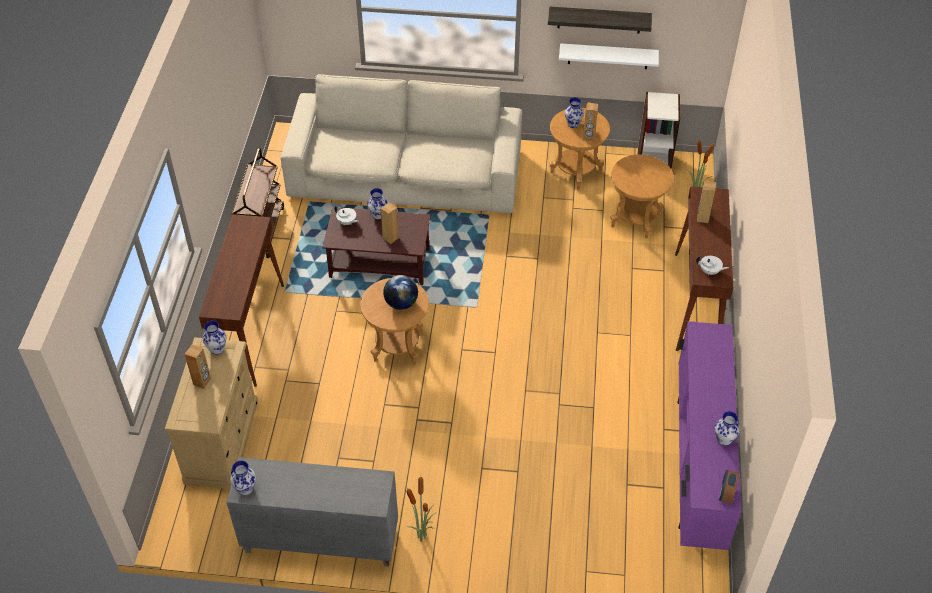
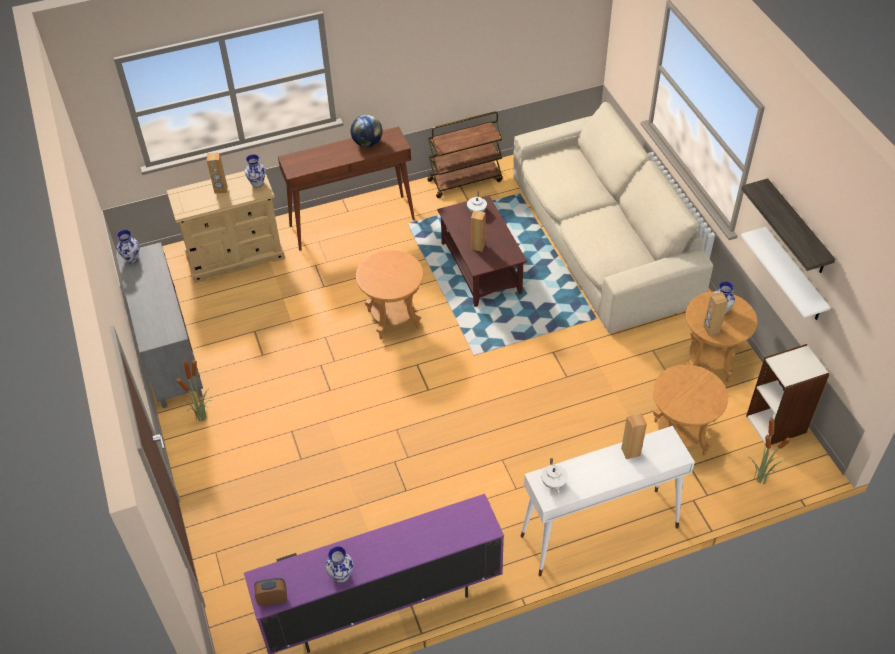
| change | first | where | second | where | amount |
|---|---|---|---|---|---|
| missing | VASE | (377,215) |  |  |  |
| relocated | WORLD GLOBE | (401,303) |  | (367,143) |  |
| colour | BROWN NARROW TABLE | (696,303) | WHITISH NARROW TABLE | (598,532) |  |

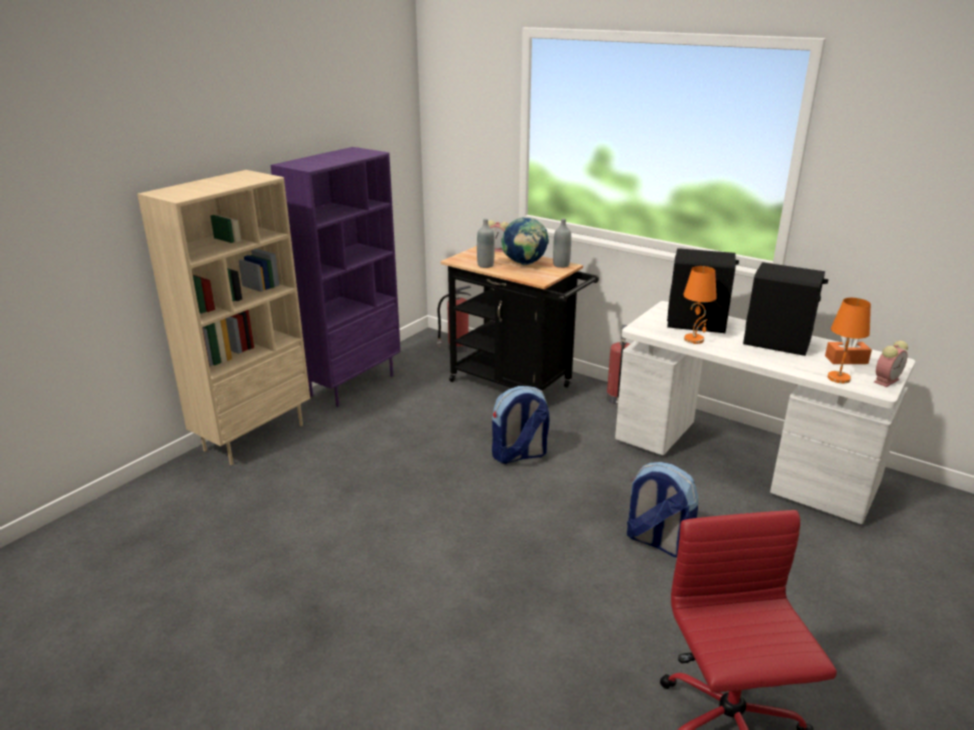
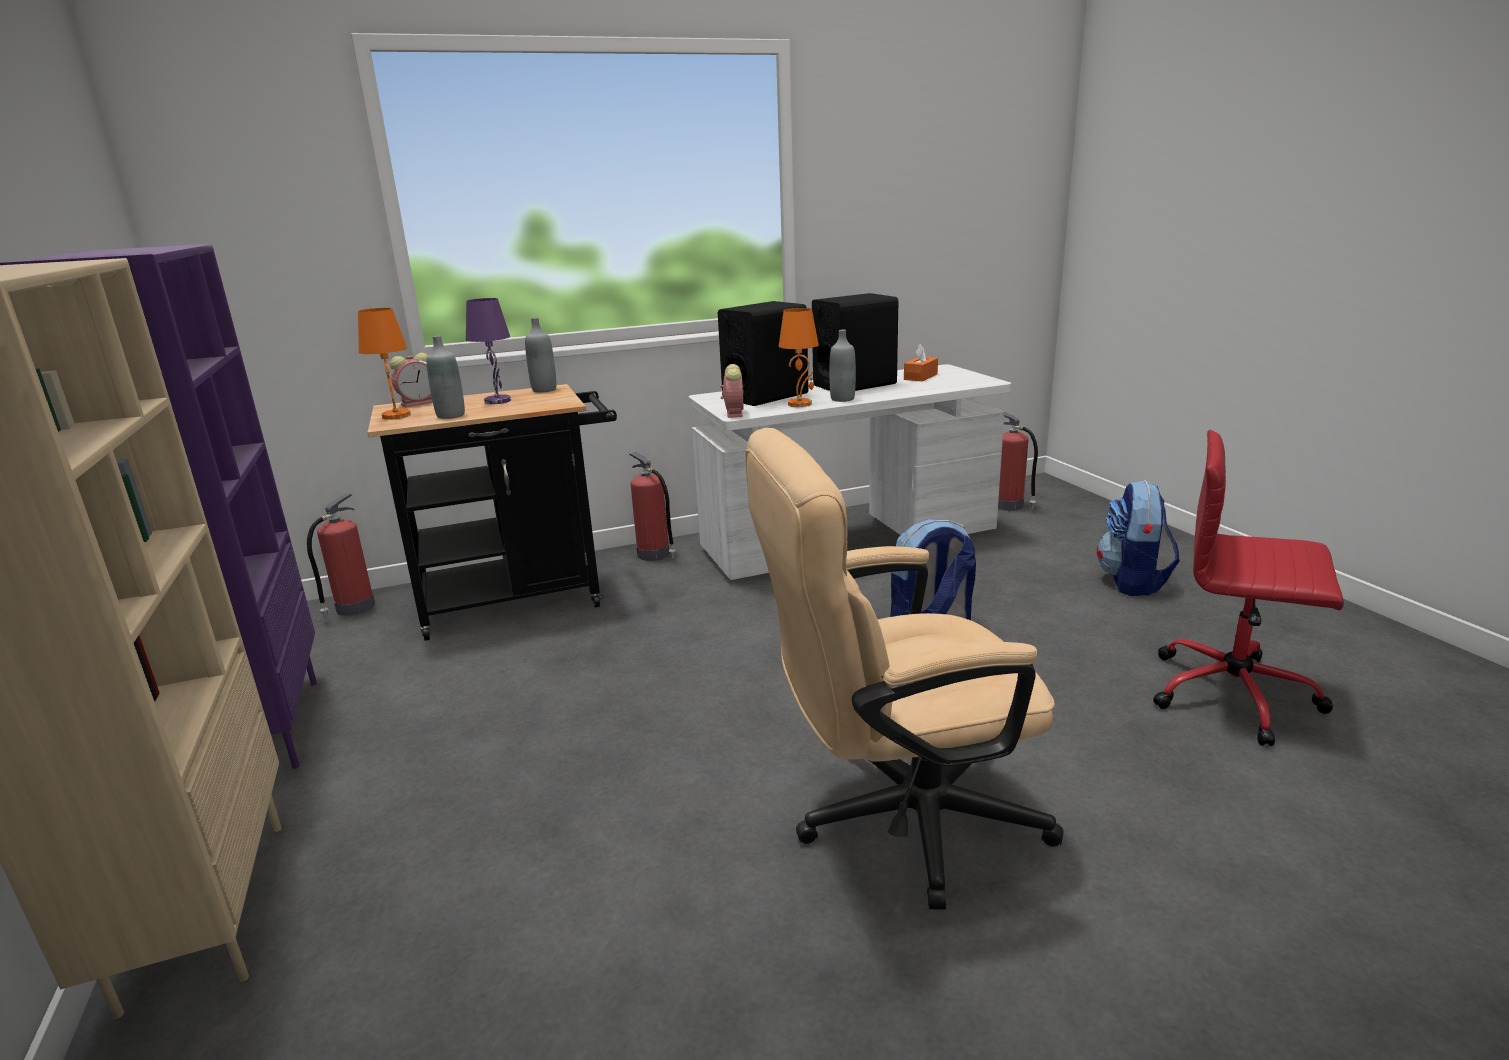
| change | first | where | second | where | amount |
|---|---|---|---|---|---|
| appeared |  |  | SAND-COLOURED COMPUTER CHAIR | (897,819) |  |
| appeared |  |  | GREYISH BOTTLE | (842,399) |  |
| appeared |  |  | FIRE-FIGHTING CYLINDER | (1009,506) |  |
| relocated | RUCKSACK | (519,455) |  | (1133,582) |  |
| relocated | ORANGEY LAMP FOR A TABLE | (838,378) |  | (395,416) |  |
| relocated | ALARM CLOCK | (886,380) |  | (734,413) |  |
| exchanged | WORLD GLOBE | (524,264) | PURPLISH LAMP FOR A TABLE | (498,401) |  |

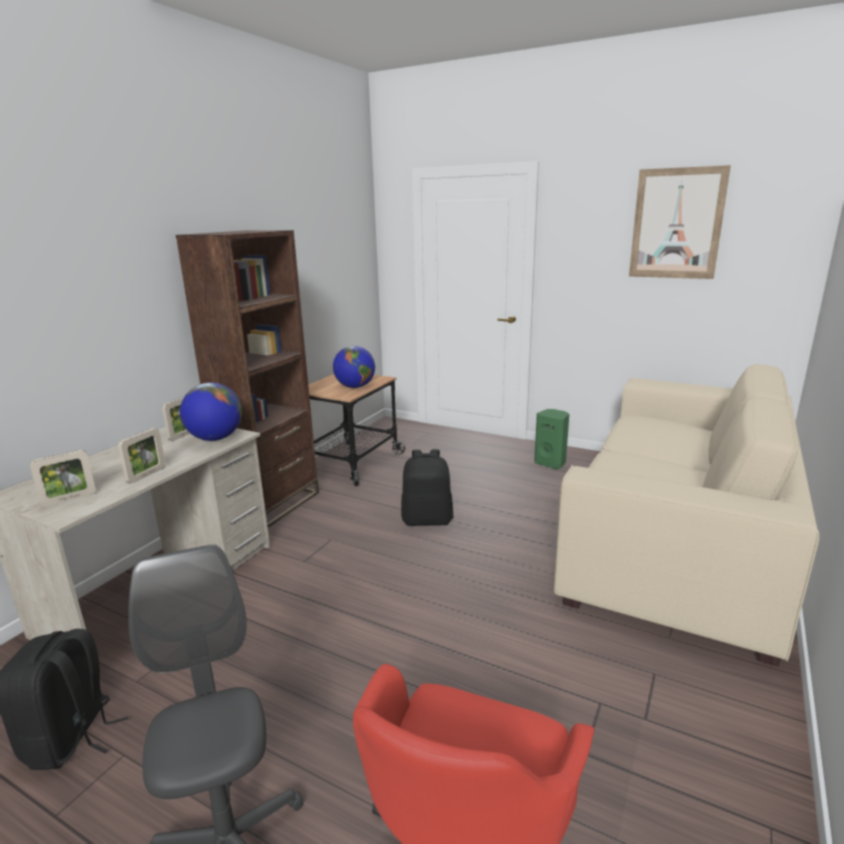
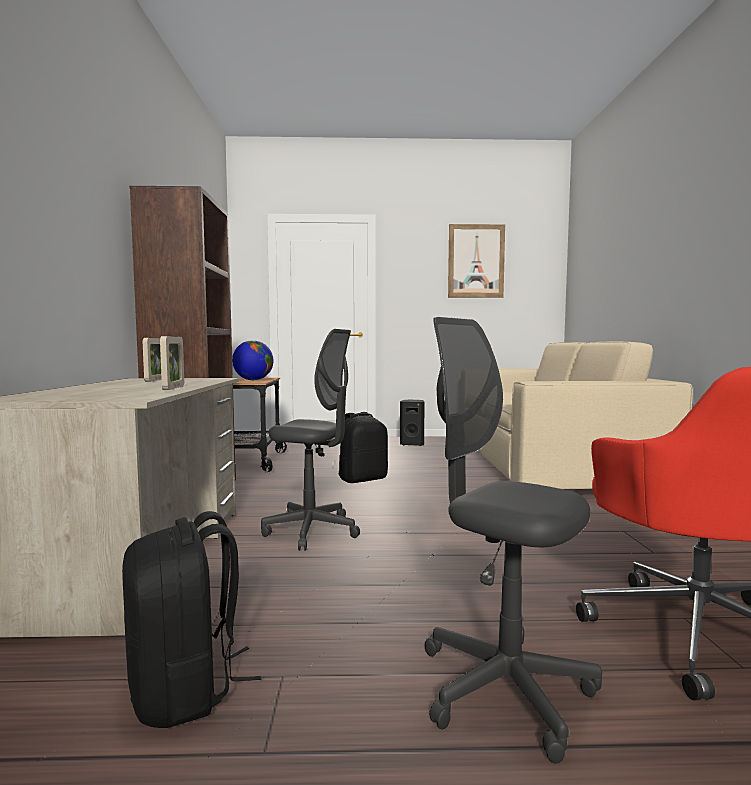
| change | first | where | second | where | amount |
|---|---|---|---|---|---|
| missing | PHOTO FRAME | (69,499) |  |  |  |
| missing | WORLD GLOBE | (215,438) |  |  |  |
| appeared |  |  | GREYISH COMPUTER CHAIR | (312,531) |  |
| colour | GREENISH AUDIO SPEAKER | (551,463) | BLACK-COLOURED AUDIO SPEAKER | (412,444) |  |

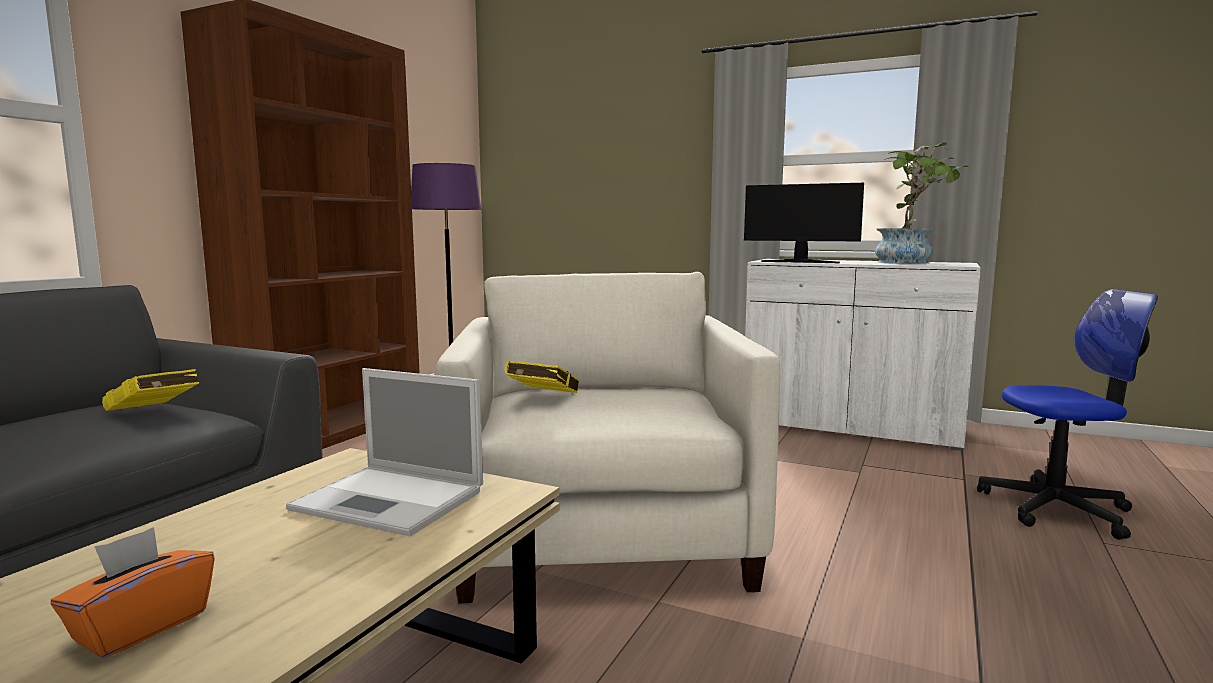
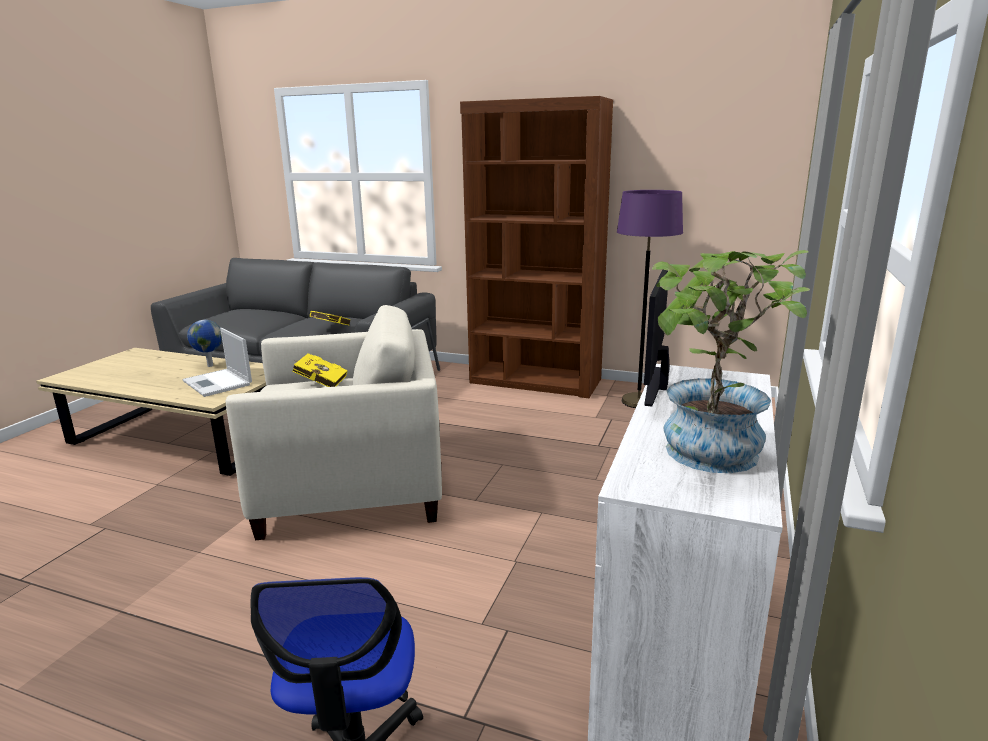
| change | first | where | second | where | amount |
|---|---|---|---|---|---|
| missing | ORANGEY TISSUE BOX | (141,627) |  |  |  |
| appeared |  |  | WORLD GLOBE | (209,366) |  |
| spun | NOTEBOOK COMPUTER | (392,500) |  | (218,383) | 60 degrees counterclockwise |

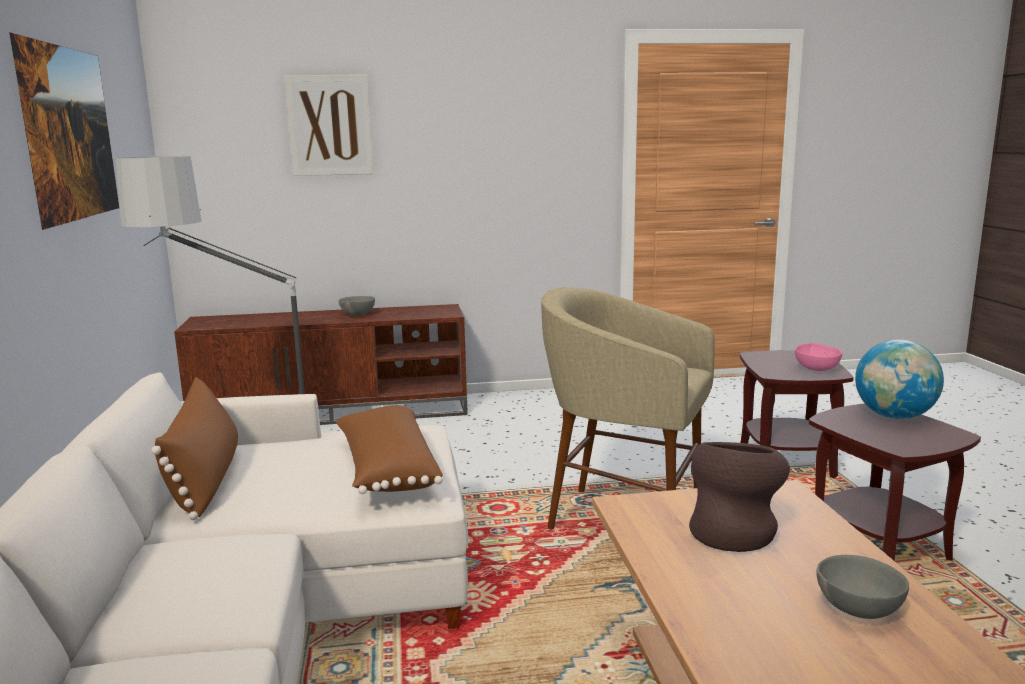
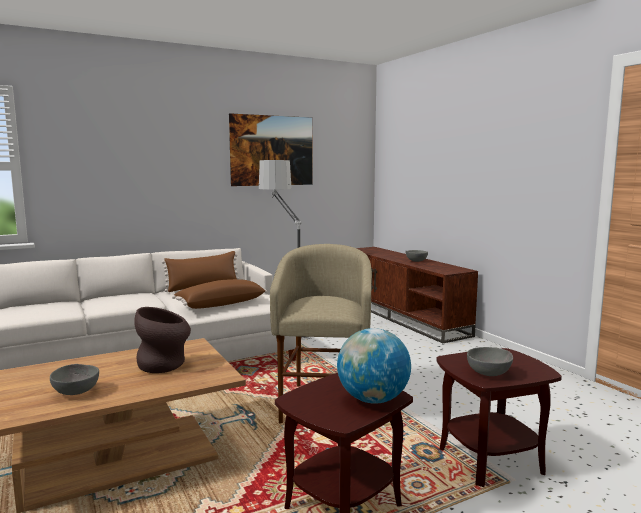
| change | first | where | second | where | amount |
|---|---|---|---|---|---|
| missing | PICTURE | (330,125) |  |  |  |
| colour | PINKISH BOWL | (817,369) | GREYISH BOWL | (490,374) |  |

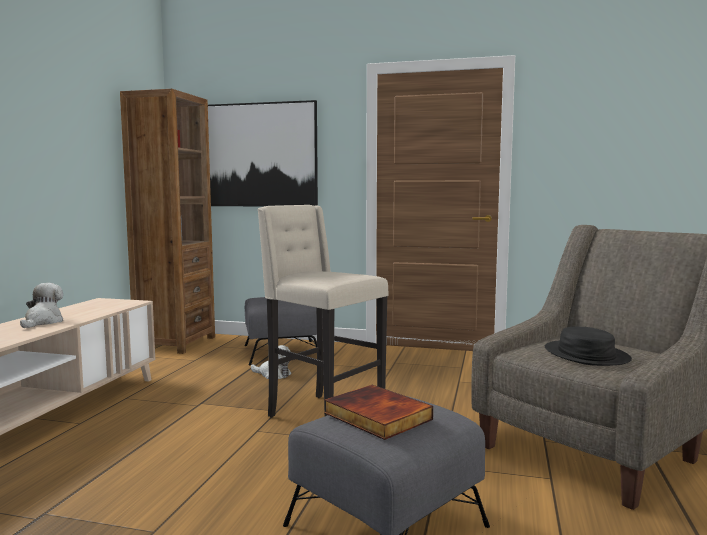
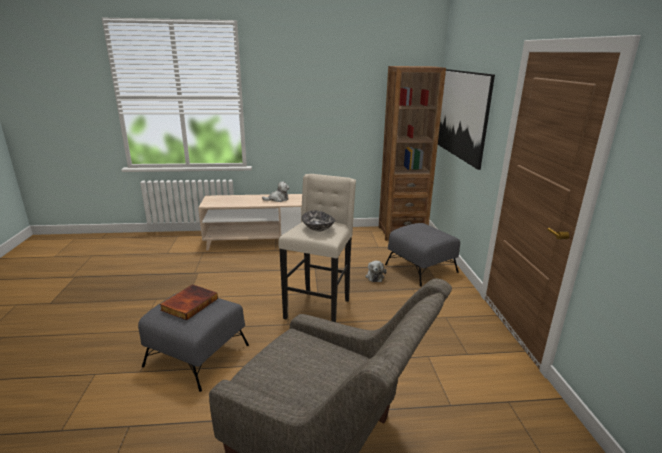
| change | first | where | second | where | amount |
|---|---|---|---|---|---|
| missing | BLACK-COLOURED HAT | (586,355) |  |  |  |
| appeared |  |  | BOWL | (318,228) |  |

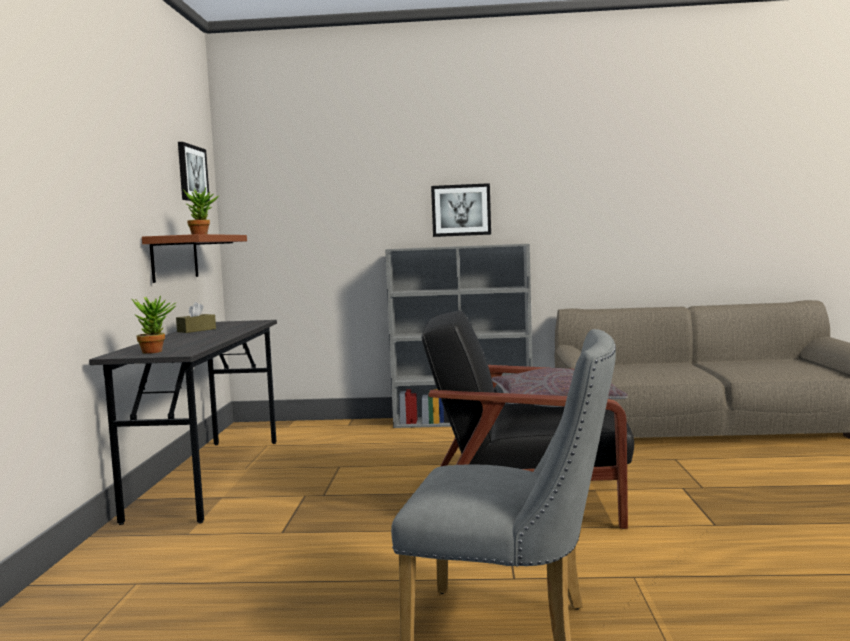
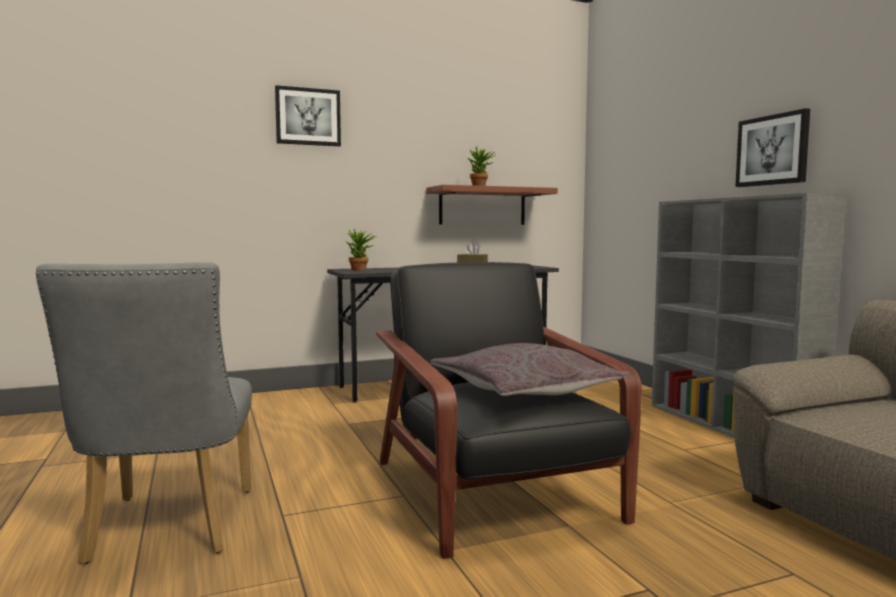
| change | first | where | second | where | amount |
|---|---|---|---|---|---|
| relocated | PICTURE | (192,173) |  | (308,117) |  |

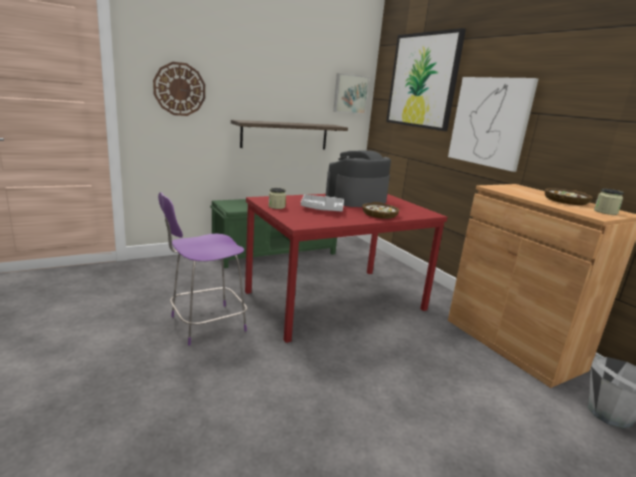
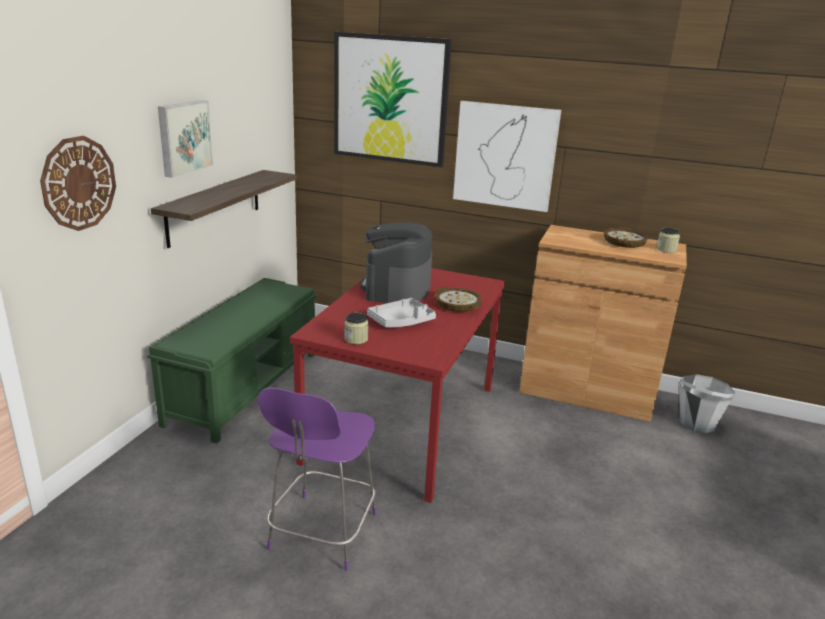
| change | first | where | second | where | amount |
|---|---|---|---|---|---|
| relocated | PICTURE | (350,94) |  | (183,137) |  |

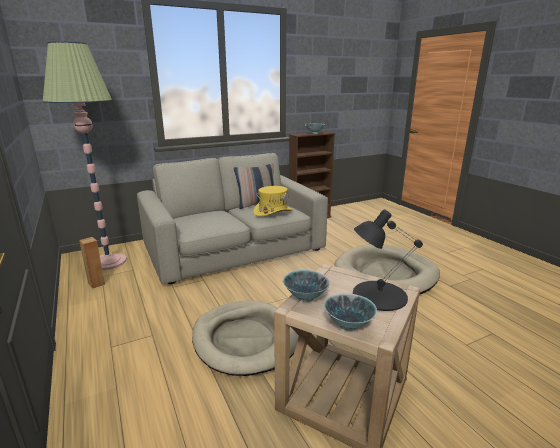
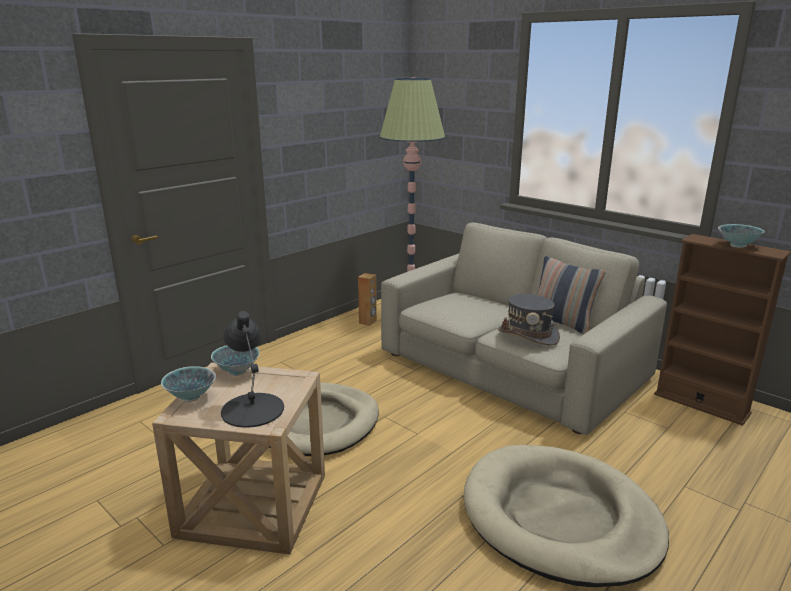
| change | first | where | second | where | amount |
|---|---|---|---|---|---|
| colour | YELLOW-COLOURED HAT | (273,212) | GREYISH HAT | (528,335) |  |

